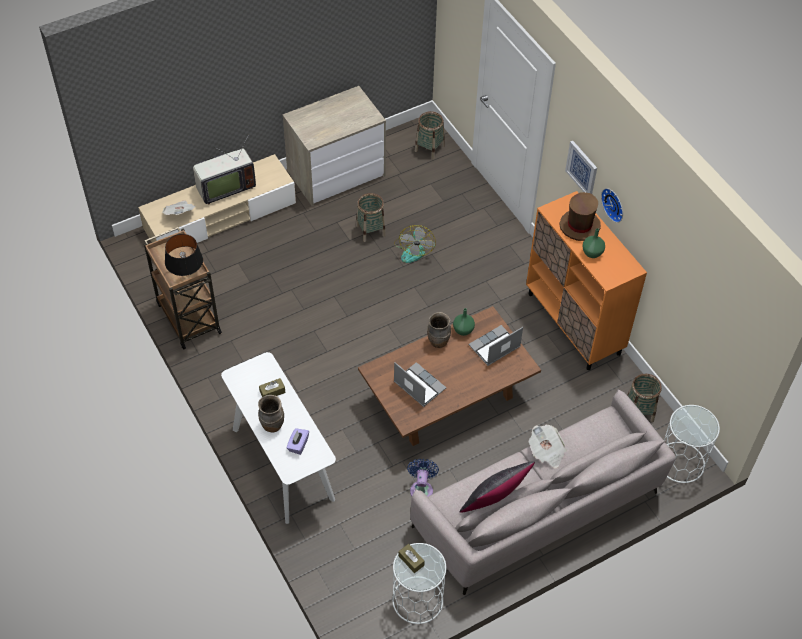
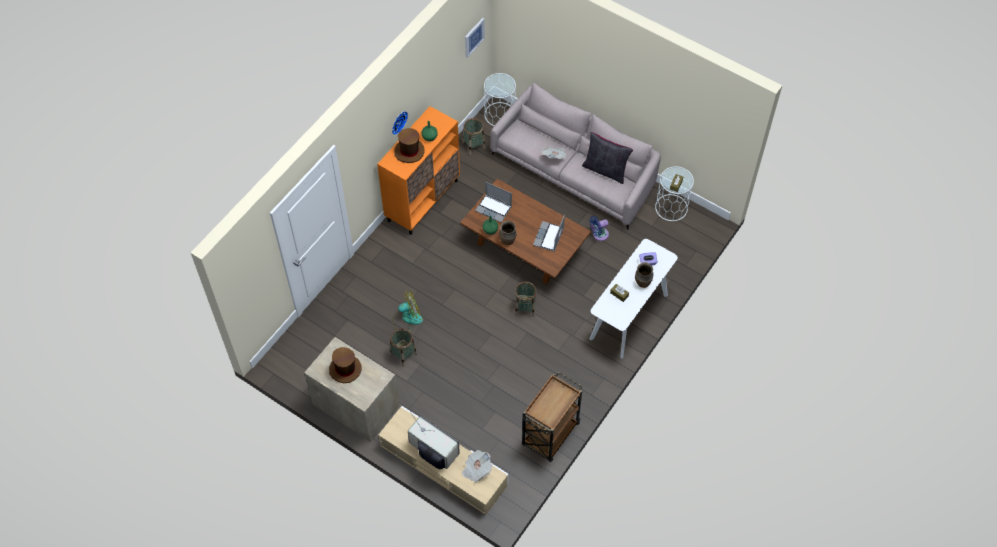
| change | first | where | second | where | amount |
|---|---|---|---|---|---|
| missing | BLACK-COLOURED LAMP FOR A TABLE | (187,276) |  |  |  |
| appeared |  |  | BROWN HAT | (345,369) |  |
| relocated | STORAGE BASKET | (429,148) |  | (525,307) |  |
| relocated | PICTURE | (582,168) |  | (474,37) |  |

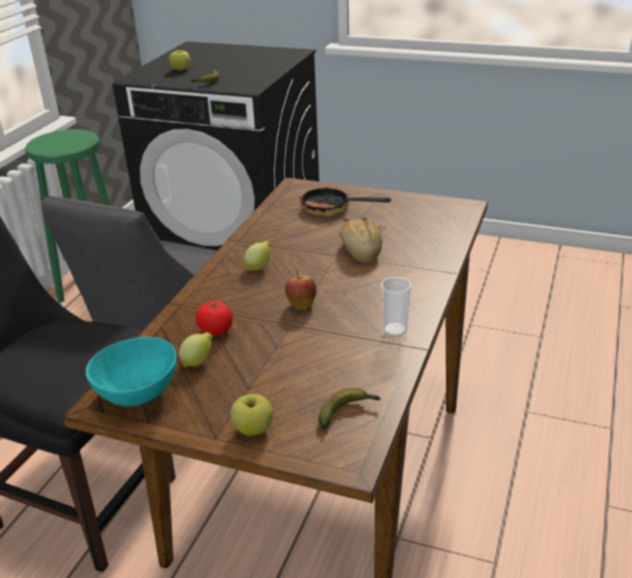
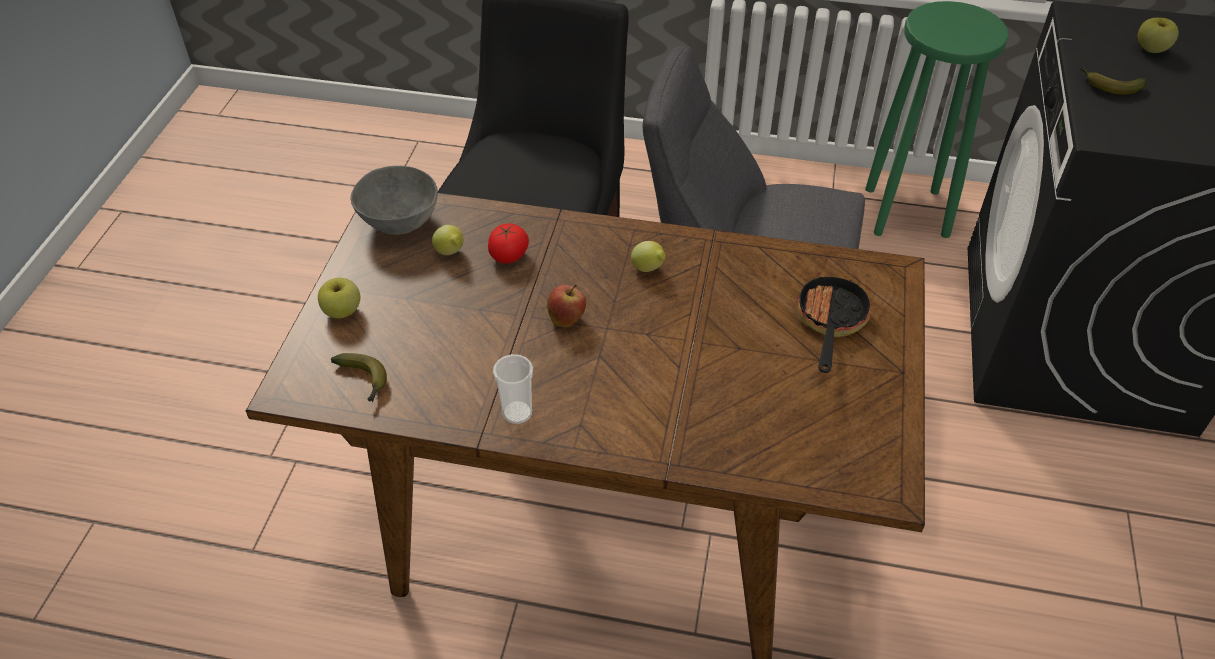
| change | first | where | second | where | amount |
|---|---|---|---|---|---|
| missing | BAKERY BREAD | (361,250) |  |  |  |
| colour | TURQUOISE BOWL | (140,394) | GREYISH BOWL | (400,223) |  |

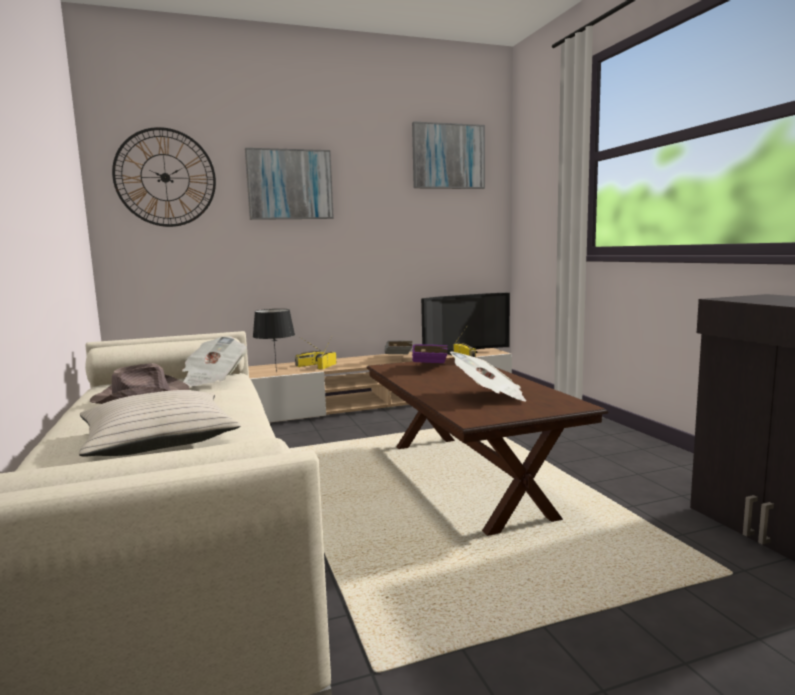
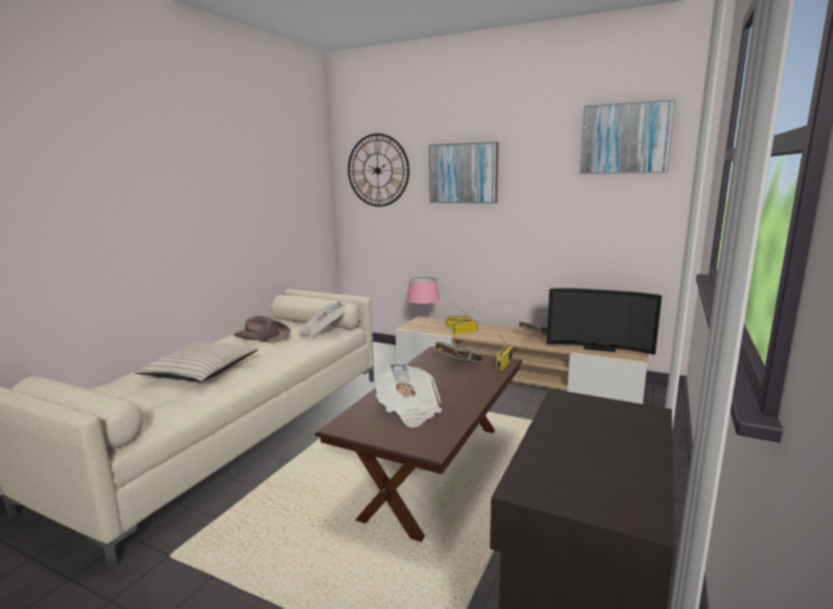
| change | first | where | second | where | amount |
|---|---|---|---|---|---|
| colour | BLACK-COLOURED LAMP FOR A TABLE | (276,372) | PINKISH LAMP FOR A TABLE | (423,328) |  |
| colour | PURPLISH VOLUME | (429,368) | GREYISH VOLUME | (456,364) |  |

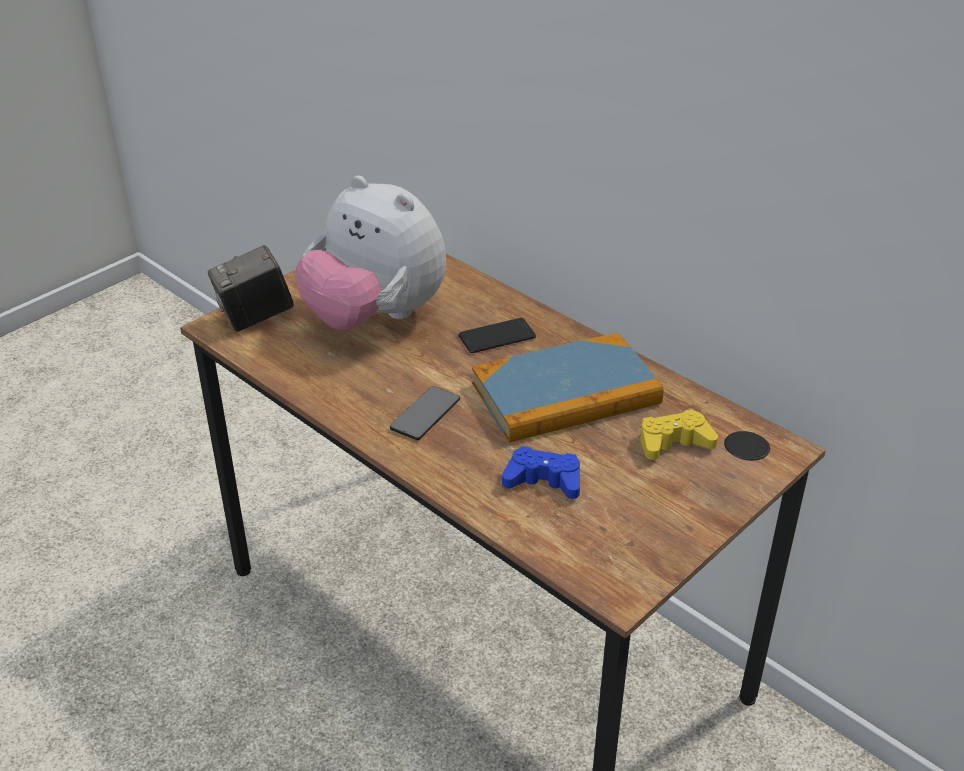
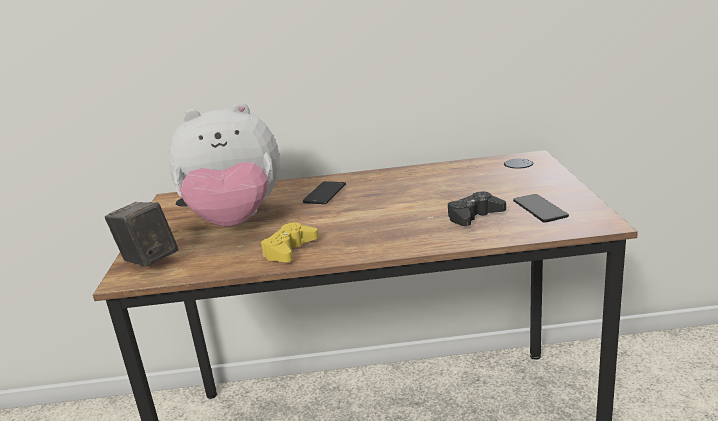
| change | first | where | second | where | amount |
|---|---|---|---|---|---|
| missing | VOLUME | (566,394) |  |  |  |
| relocated | PHONE | (425,414) |  | (539,209) |  |
| relocated | YELLOW-COLOURED GAME CONTROLLER | (674,442) |  | (289,250) |  |
| colour | BLUISH GAME CONTROLLER | (543,480) | BLACK-COLOURED GAME CONTROLLER | (474,216) |  |
| spun | STILL CAMERA | (255,317) |  | (148,261) | 120 degrees clockwise |

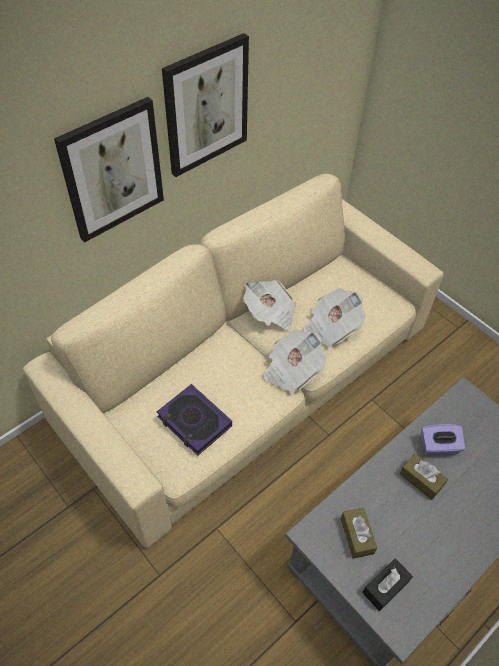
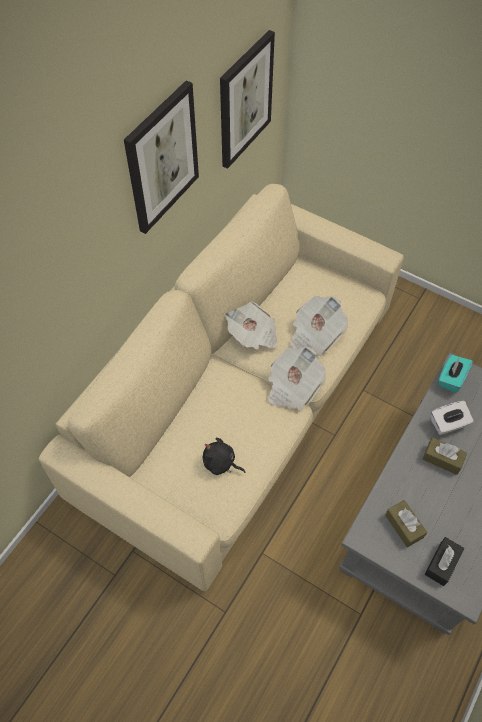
| change | first | where | second | where | amount |
|---|---|---|---|---|---|
| appeared |  |  | TURQUOISE TISSUE BOX | (451,379) |  |
| relocated | PICTURE | (112,170) |  | (244,100) |  |
| exchanged | VOLUME | (194,422) | BLACK-COLOURED CUDDLY TOY | (221,463) |  |
| colour | PURPLISH TISSUE BOX | (439,446) | WHITISH TISSUE BOX | (448,424) |  |

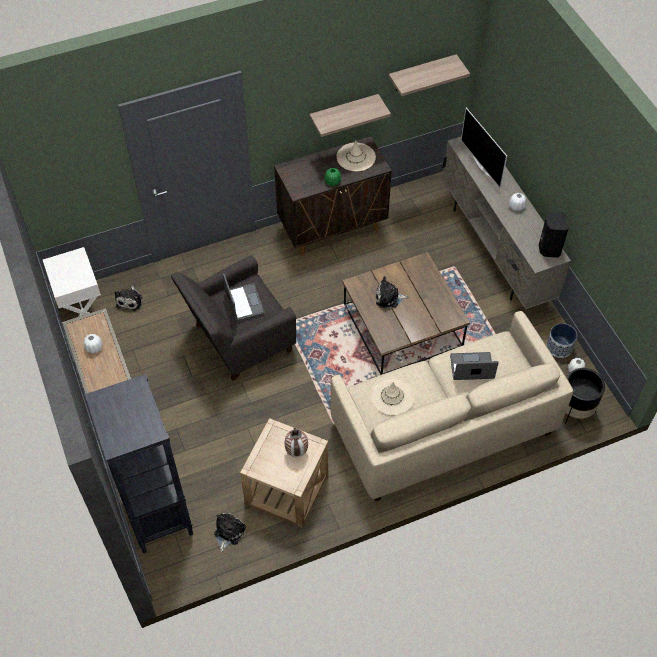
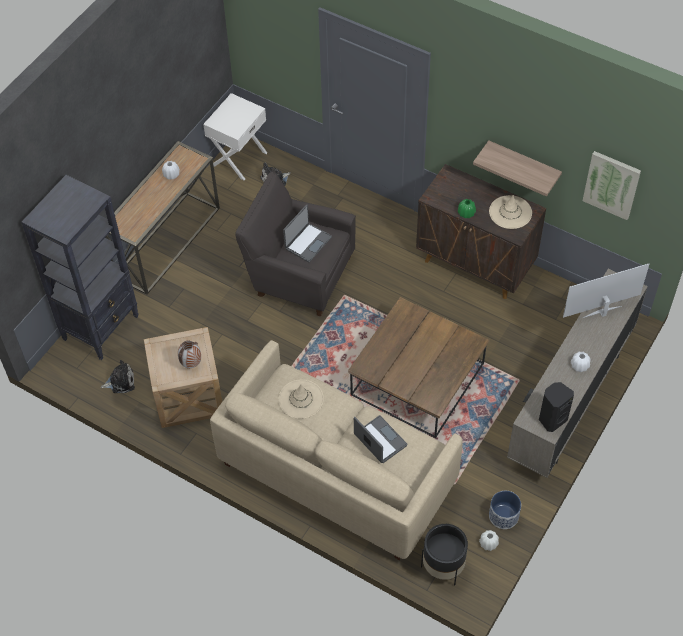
| change | first | where | second | where | amount |
|---|---|---|---|---|---|
| missing | CUDDLY TOY | (389,298) |  |  |  |
| exchanged | SHELF | (421,73) | PICTURE | (611,184) |  |
| spun | TV SET | (482,167) |  | (602,313) | 45 degrees clockwise |

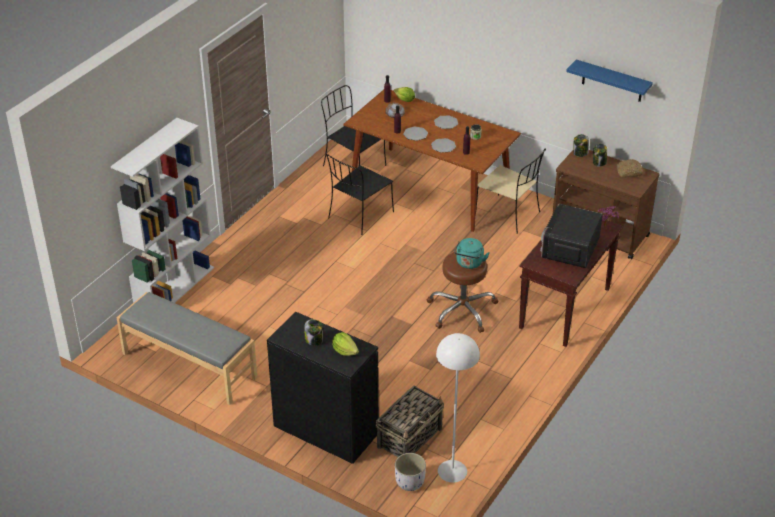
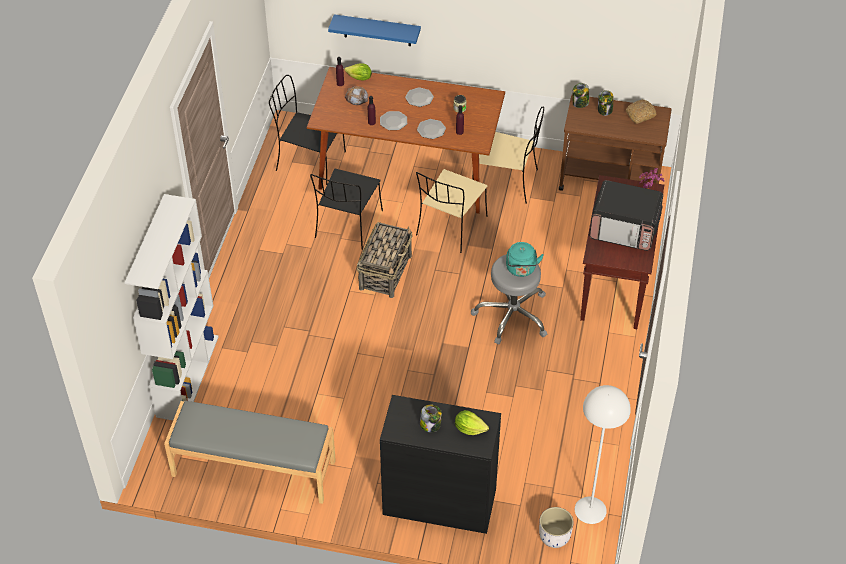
| change | first | where | second | where | amount |
|---|---|---|---|---|---|
| appeared |  |  | SAND-COLOURED CHAIR | (450,227) |  |
| relocated | STORAGE BASKET | (410,437) |  | (385,272) |  |
| relocated | BLUISH SHELF | (612,81) |  | (377,30) |  |
| colour | BROWN SITTING STOOL | (462,310) | GREYISH SITTING STOOL | (512,314) |  |
| spun | KITCHEN MICROWAVE | (570,249) |  | (625,228) | 75 degrees counterclockwise |

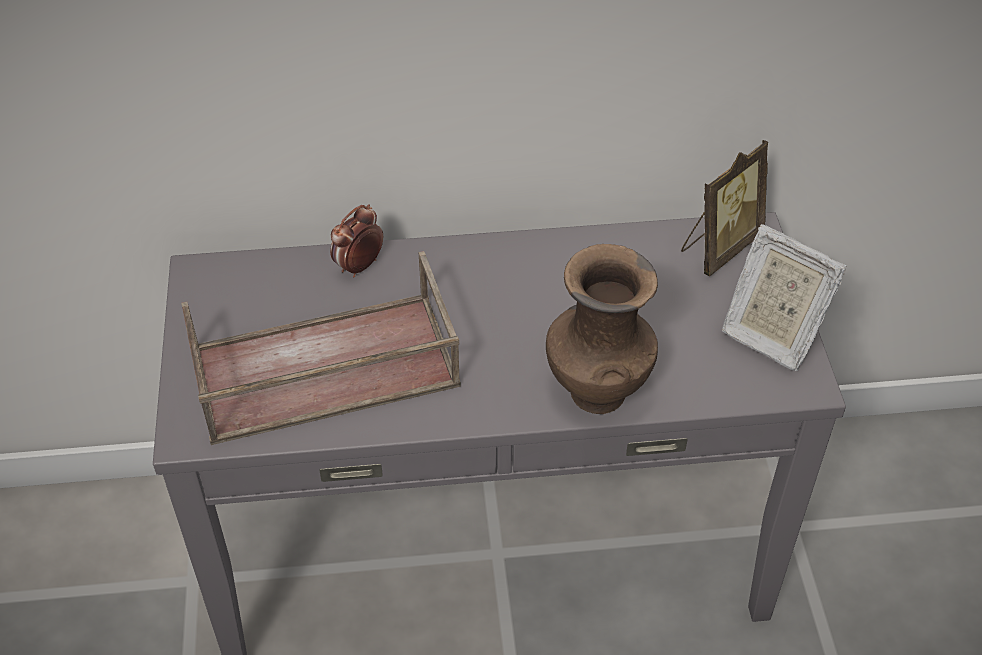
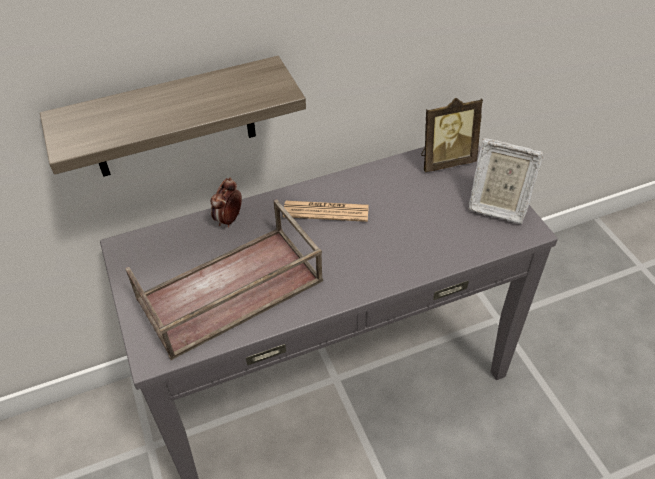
| change | first | where | second | where | amount |
|---|---|---|---|---|---|
| missing | BROWN VASE | (596,390) |  |  |  |
| appeared |  |  | SHELF | (173,120) |  |
| appeared |  |  | DAILY PAPER | (326,211) |  |
| spun | PHOTO FRAME | (719,247) |  | (445,160) | 45 degrees clockwise |

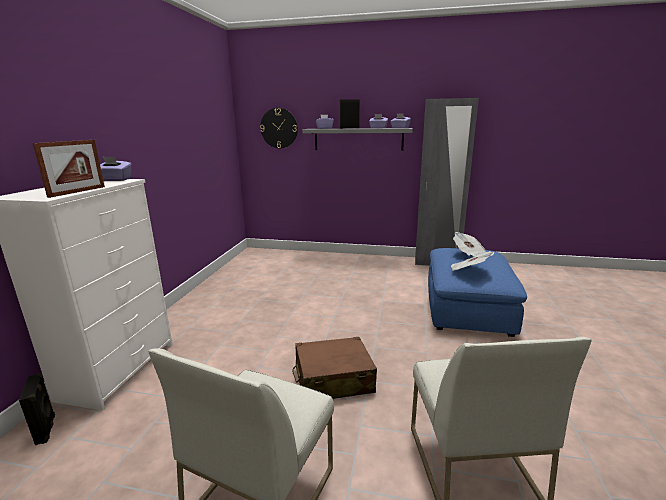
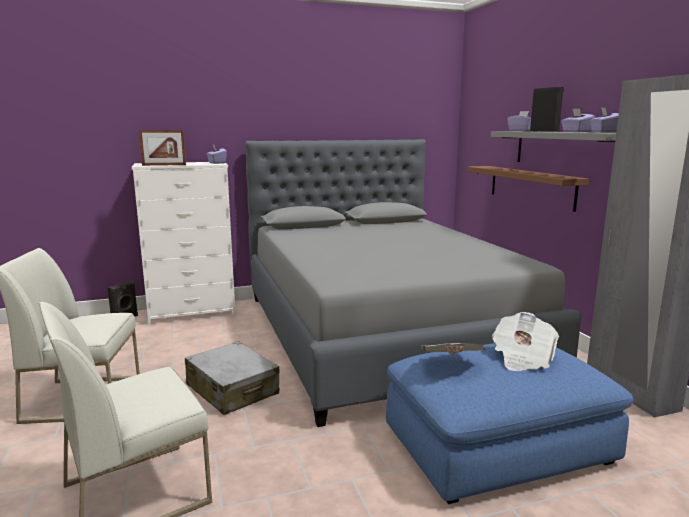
| change | first | where | second | where | amount |
|---|---|---|---|---|---|
| missing | WALL CLOCK | (279,128) |  |  |  |
| appeared |  |  | GREYISH SLEEPING BED | (382,333) |  |
| appeared |  |  | BROWN SHELF | (530,186) |  |
| colour | BROWN TRAVEL CASE | (333,380) | GREYISH TRAVEL CASE | (232,390) |  |

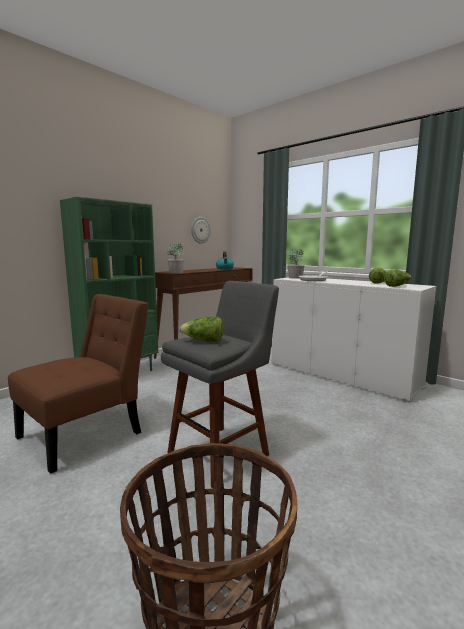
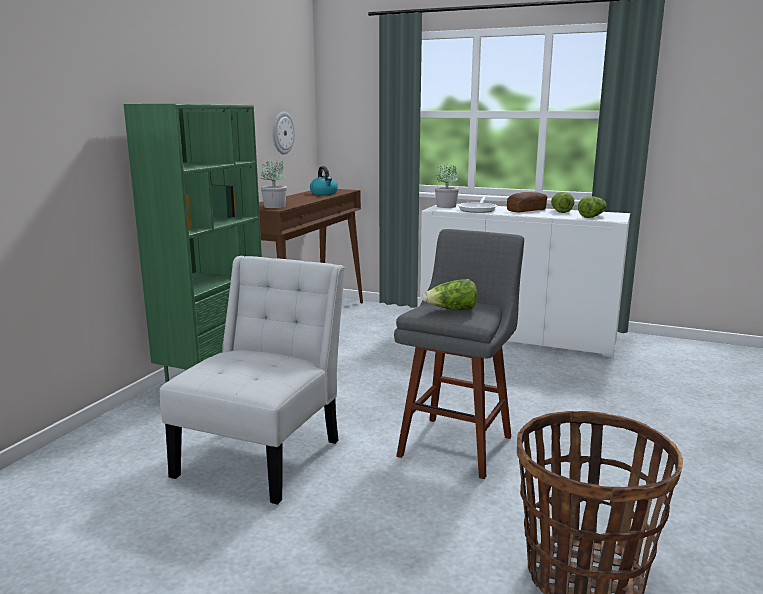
| change | first | where | second | where | amount |
|---|---|---|---|---|---|
| appeared |  |  | BAKERY BREAD | (526,210) |  |
| colour | BROWN CHAIR | (87,432) | WHITISH CHAIR | (264,454) |  |

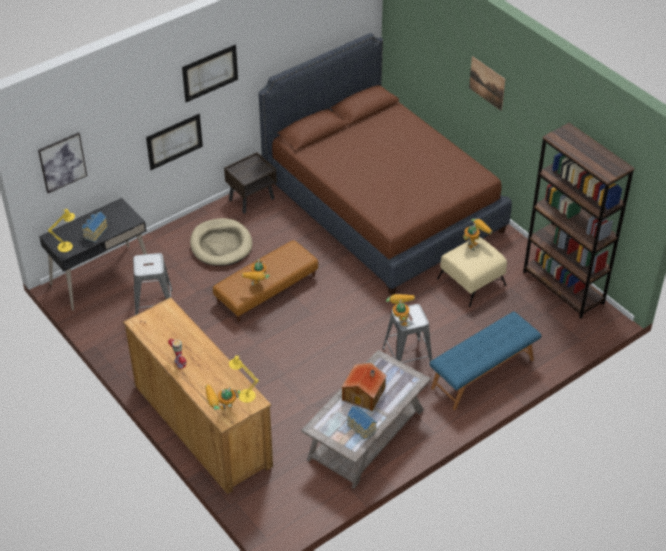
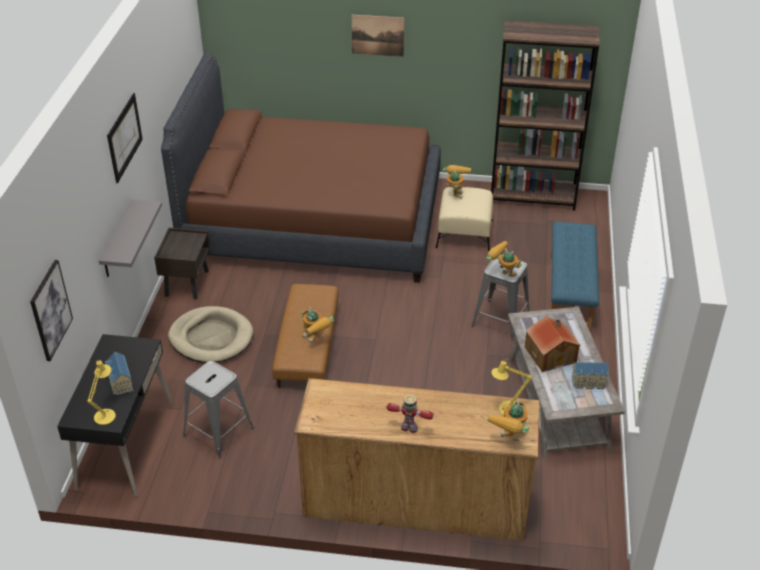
| change | first | where | second | where | amount |
|---|---|---|---|---|---|
| exchanged | PICTURE | (174,141) | GREYISH SHELF | (117,240) |  |

